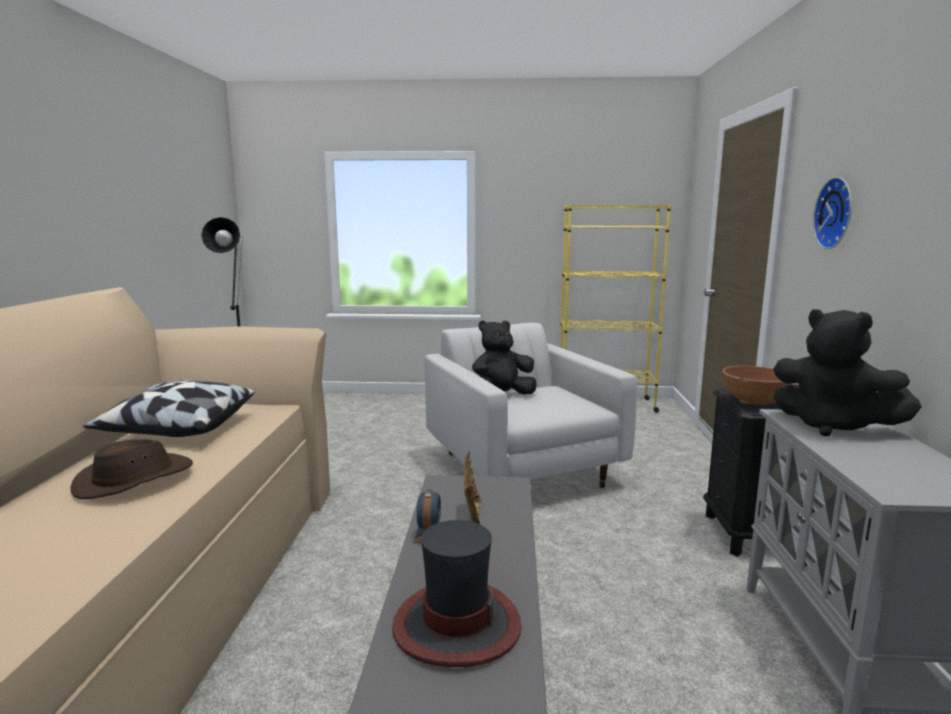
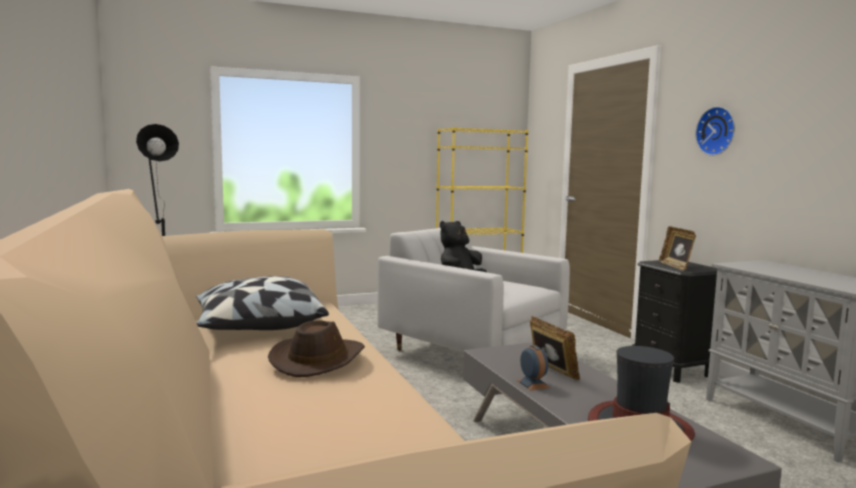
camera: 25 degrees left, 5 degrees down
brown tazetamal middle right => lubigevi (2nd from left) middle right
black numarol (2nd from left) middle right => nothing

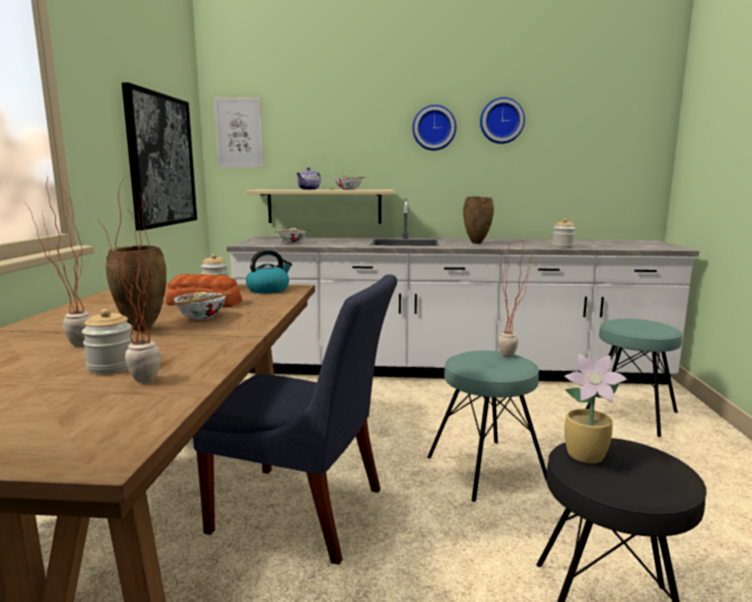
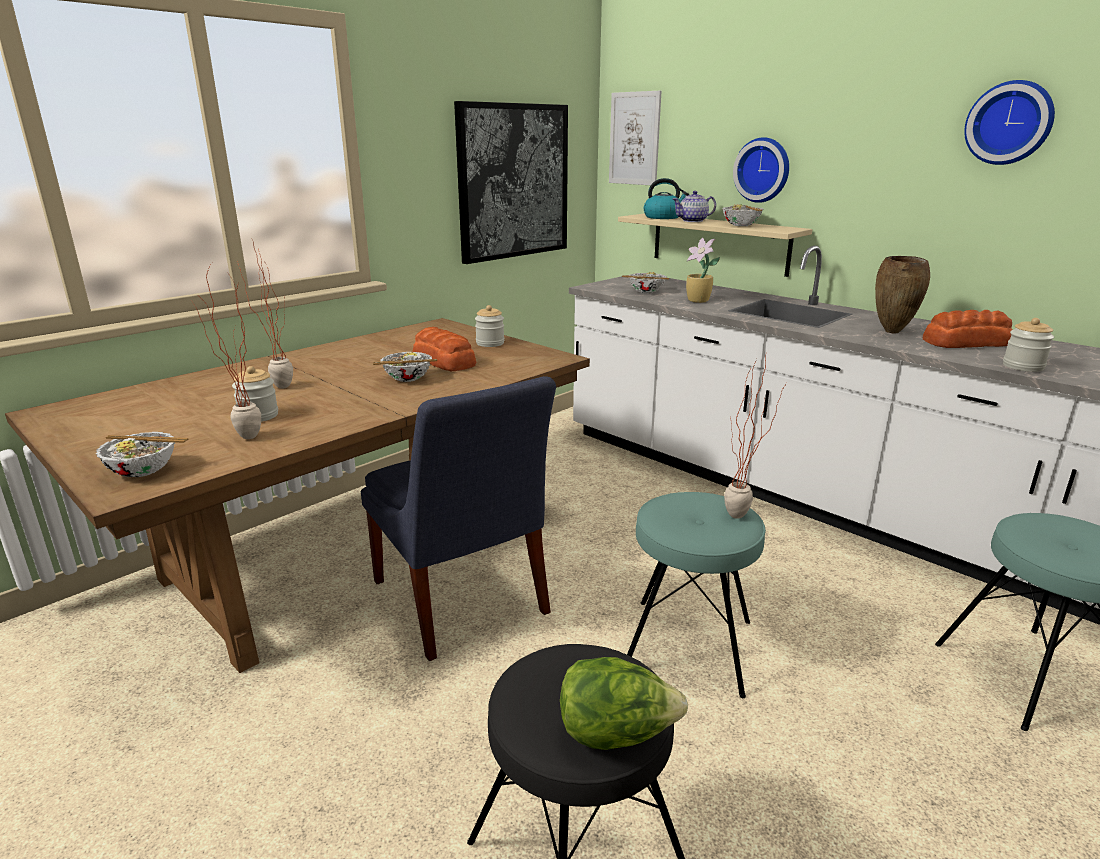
camera: 40 degrees right, 10 degrees up
nothing => tazetamal (1st from left) middle left
nothing => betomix bottom centre
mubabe centre => mubabe top centre, move
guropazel (4th from left in the first image) bottom right => guropazel (3rd from left) top centre, move
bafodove (1st from left) top centre => bafodove (1st from left) top right, move
nothing => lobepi (2nd from left) middle right
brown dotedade (1st from left) middle left => nothing

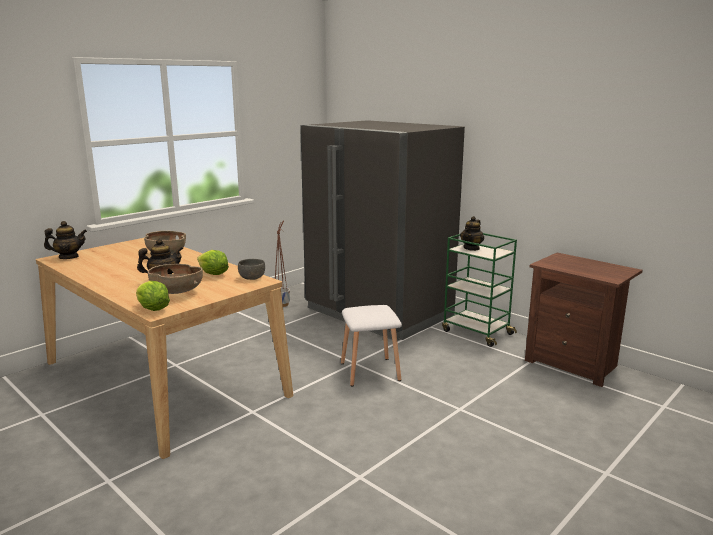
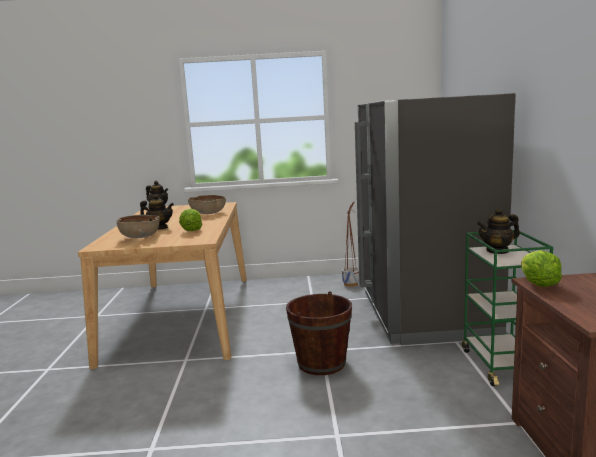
camera: 45 degrees right, 5 degrees down
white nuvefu centre => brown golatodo bottom centre
betomix (1st from left in the first image) middle left => betomix (2nd from left) middle right, move
grey tazetamal centre => nothing

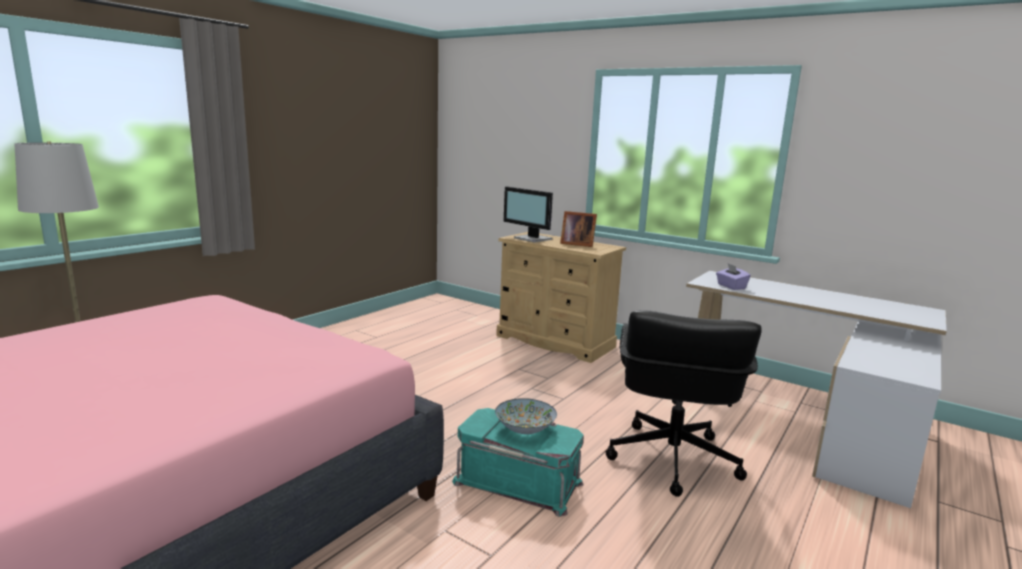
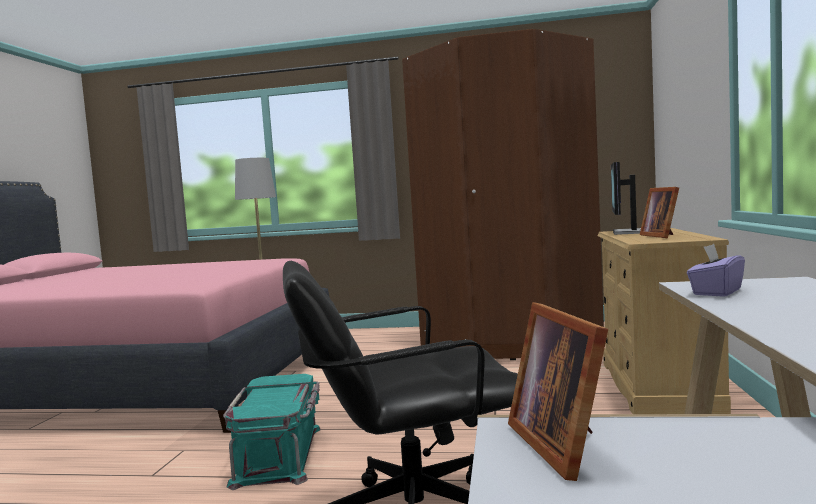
camera: 65 degrees right, 10 degrees down
nothing => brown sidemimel centre
nothing => lubigevi (1st from left) bottom right
tazetamal bottom centre => nothing

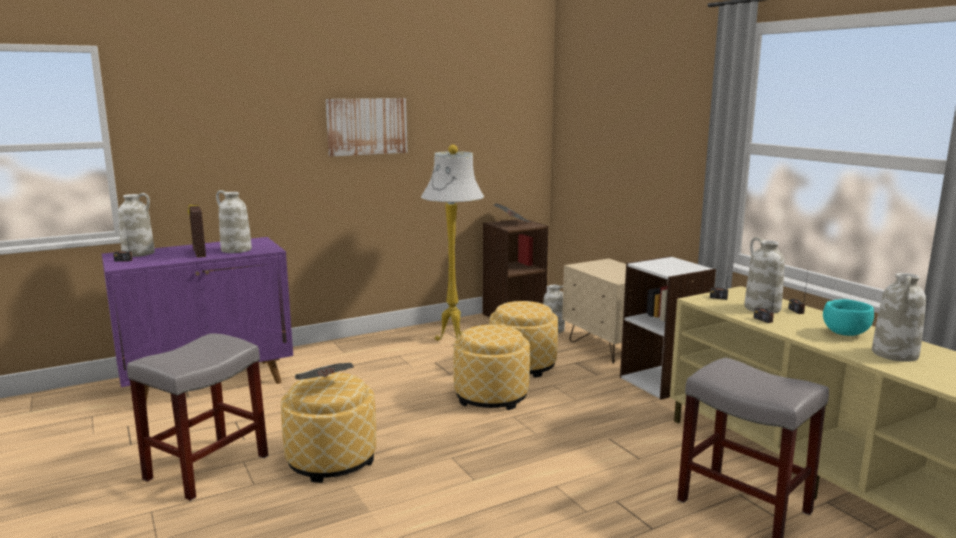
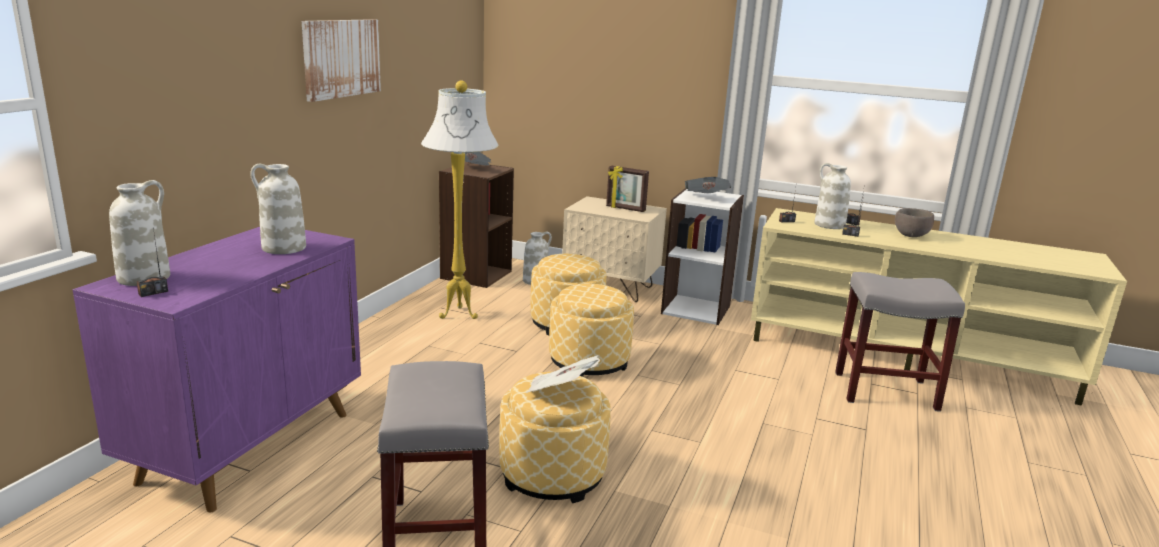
camera: 40 degrees left, 5 degrees up
lubigevi middle left => lubigevi centre, move
nothing => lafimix (3rd from left) centre
turquoise tazetamal middle right => brown tazetamal middle right
white dotedade (5th from left) middle right => nothing

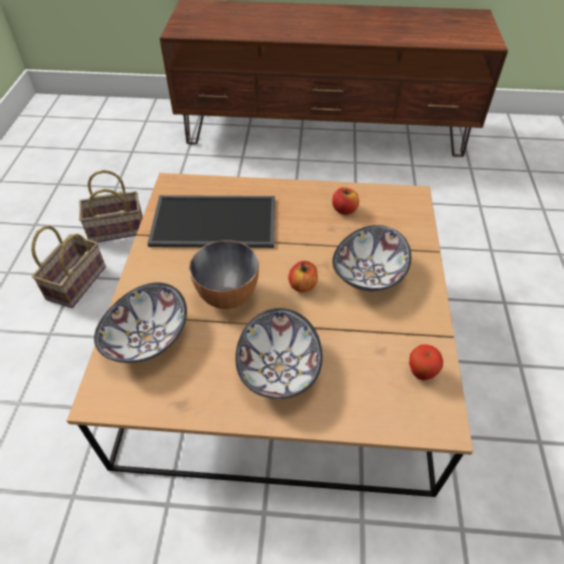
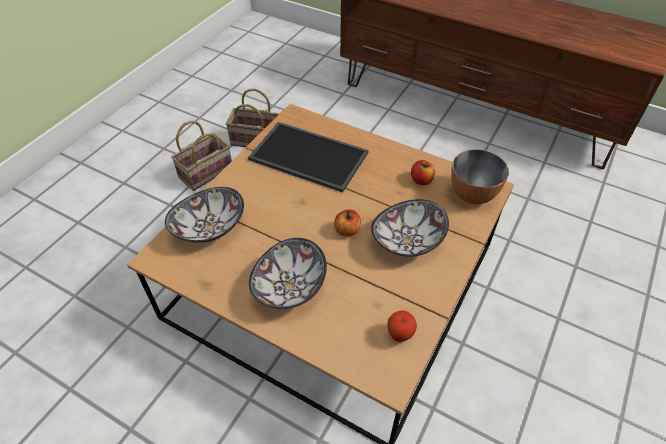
camera: 25 degrees right, 0 degrees up
tazetamal (2nd from left in the first image) centre => tazetamal (4th from left) middle right, move

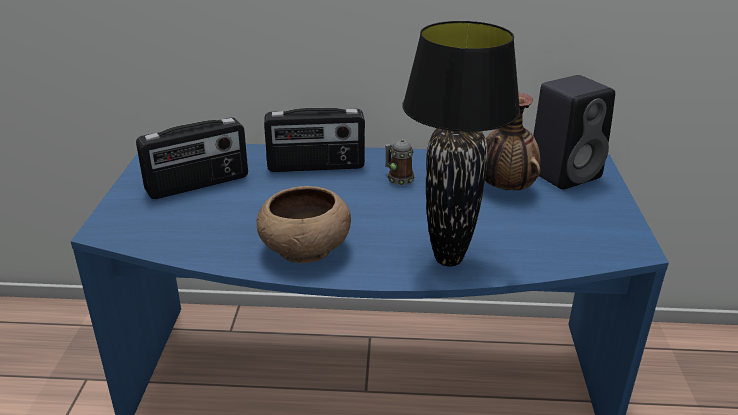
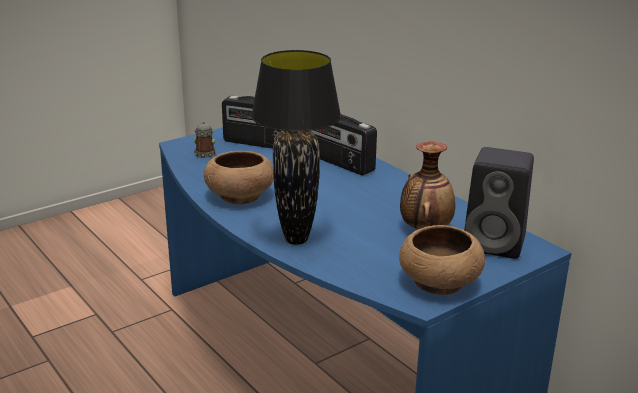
camera: 50 degrees right, 5 degrees down
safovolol centre => safovolol middle left, move
nothing => brown tazetamal (2nd from left) middle right

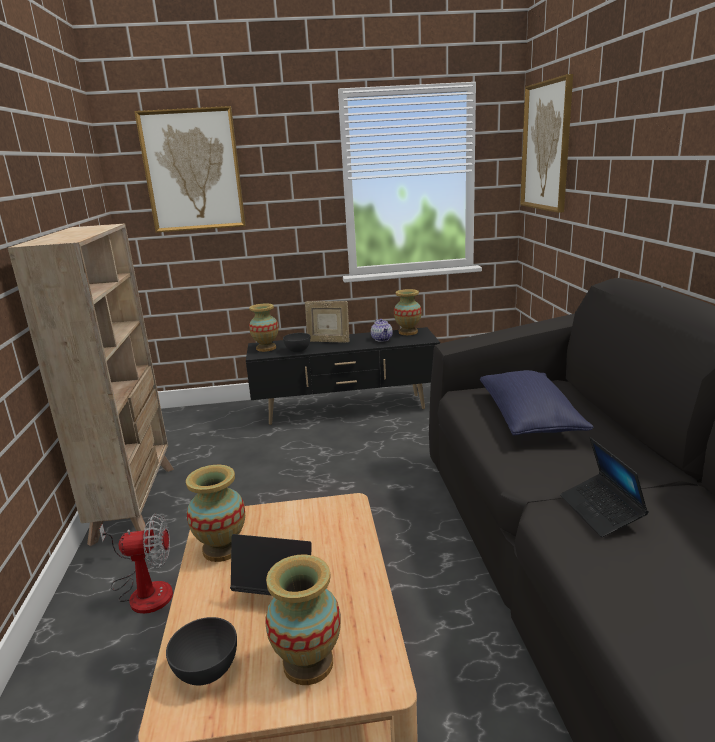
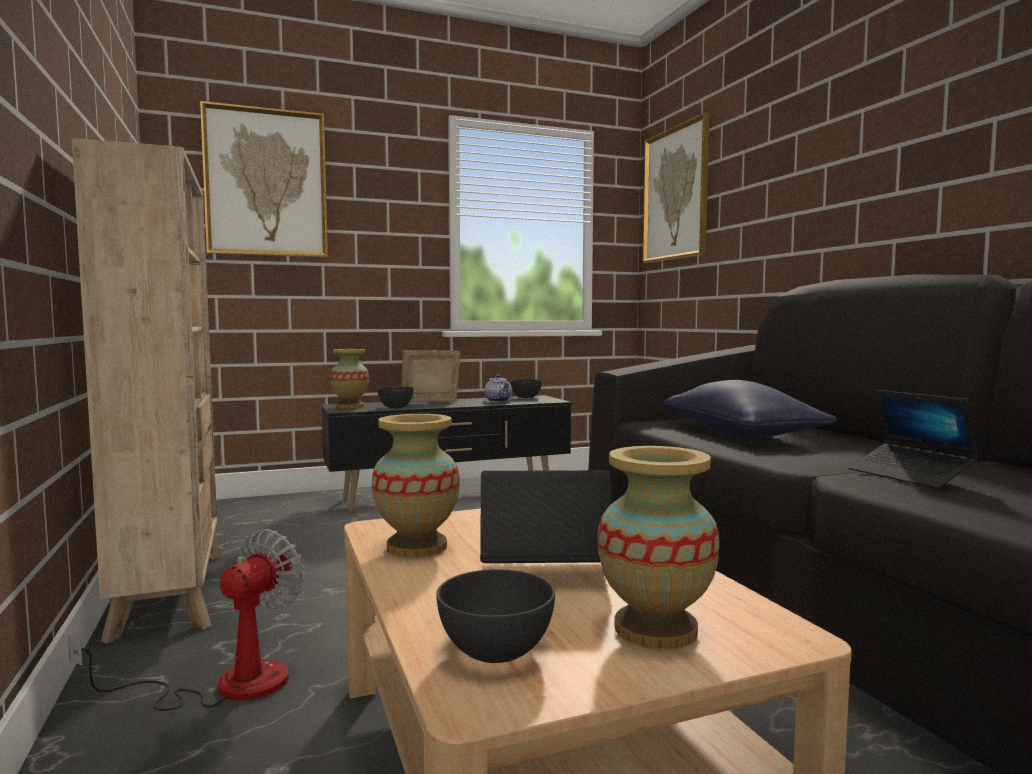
camera: 15 degrees left, 15 degrees down
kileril bottom left, 45 degrees counterclockwise
lubigevi centre, 150 degrees clockwise
dotedade (4th from left) centre => grey tazetamal (3rd from left) centre

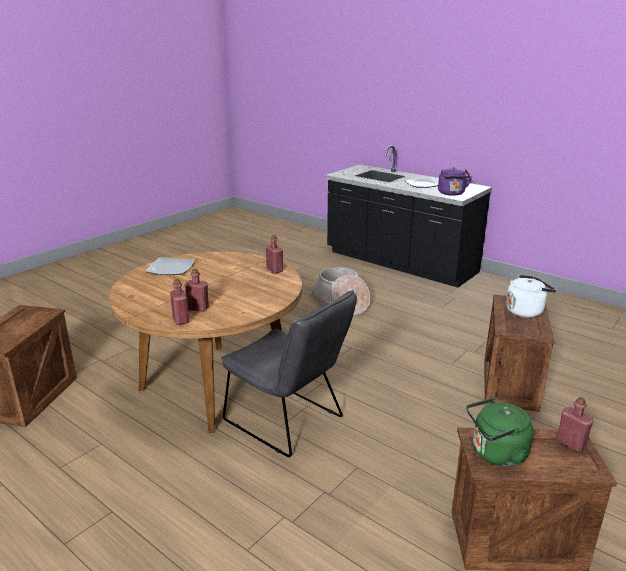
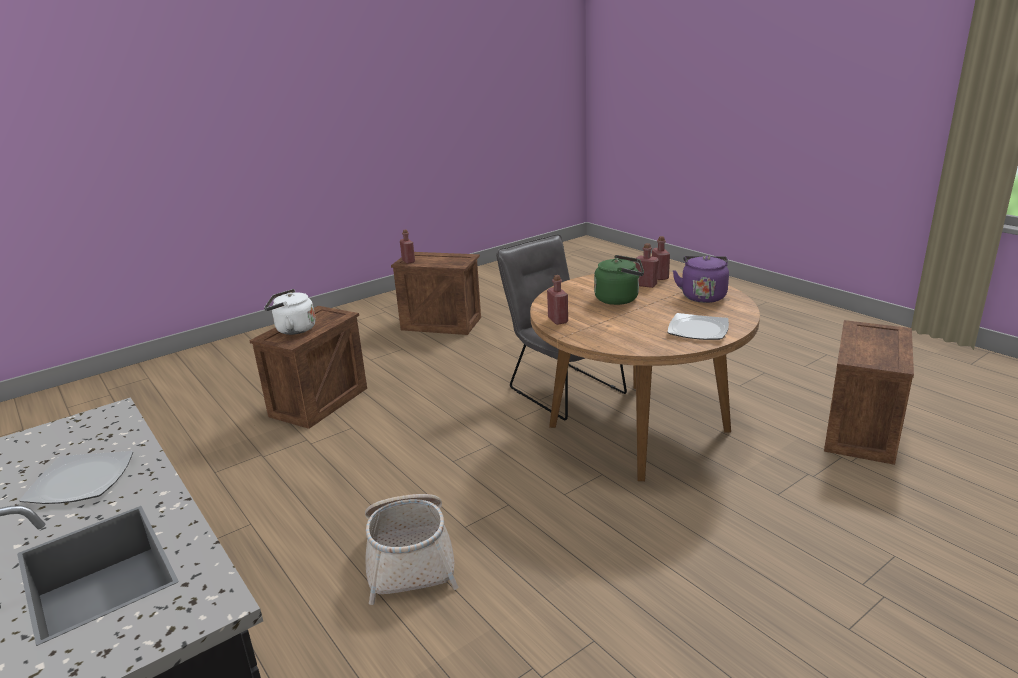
camera: 165 degrees left, 0 degrees up
green mubabe bottom right => green mubabe centre, move
purple mubabe top right => purple mubabe middle right, move

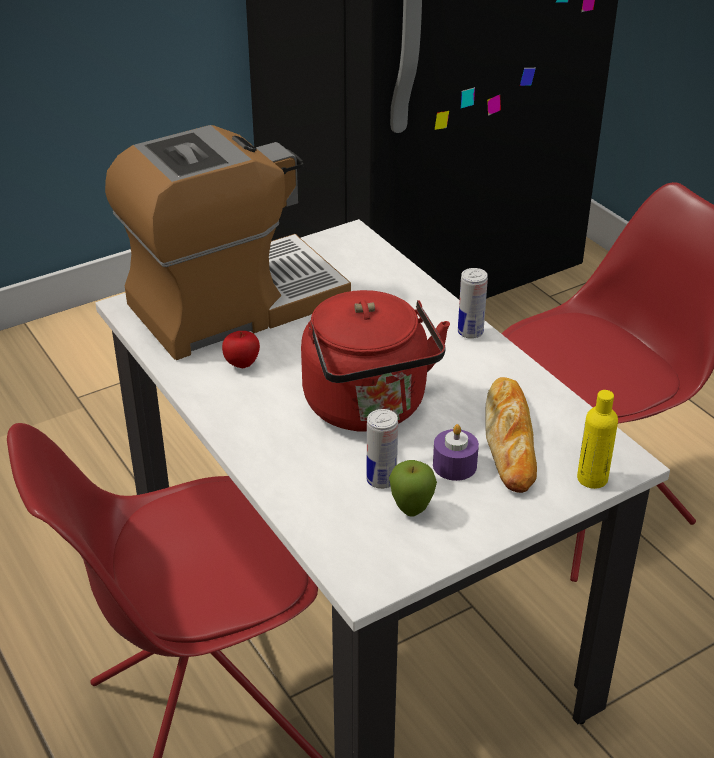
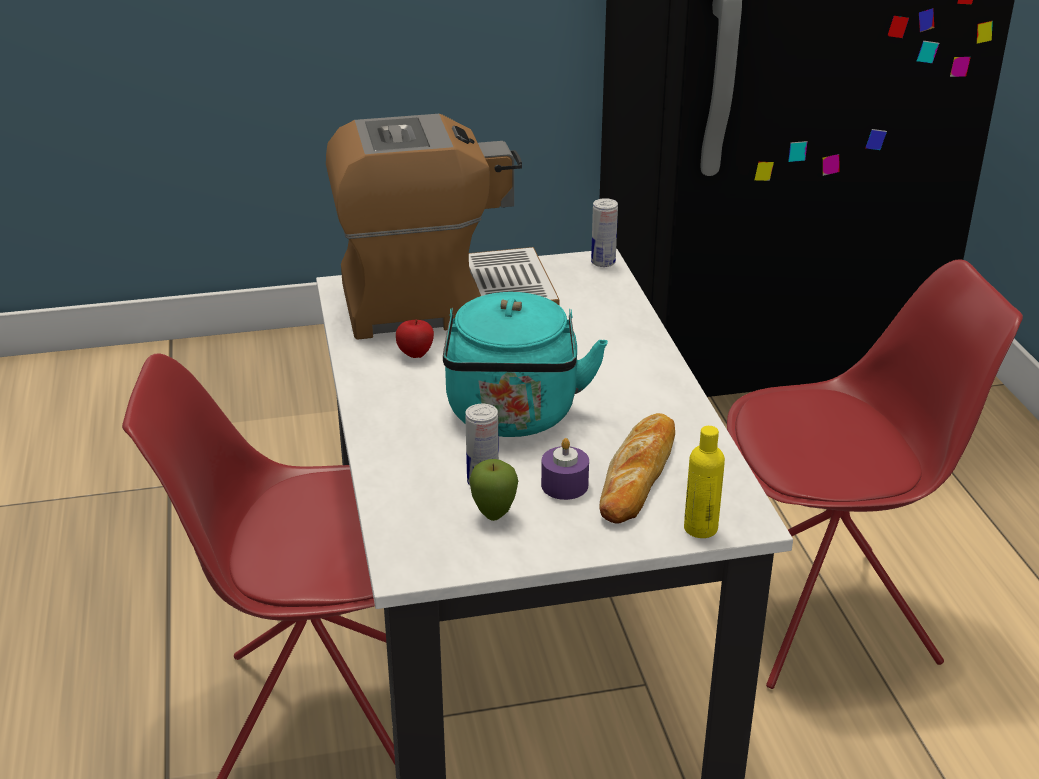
camera: 20 degrees right, 5 degrees down
red mubabe centre => turquoise mubabe centre
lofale (2nd from left) centre => lofale (2nd from left) top centre, move

